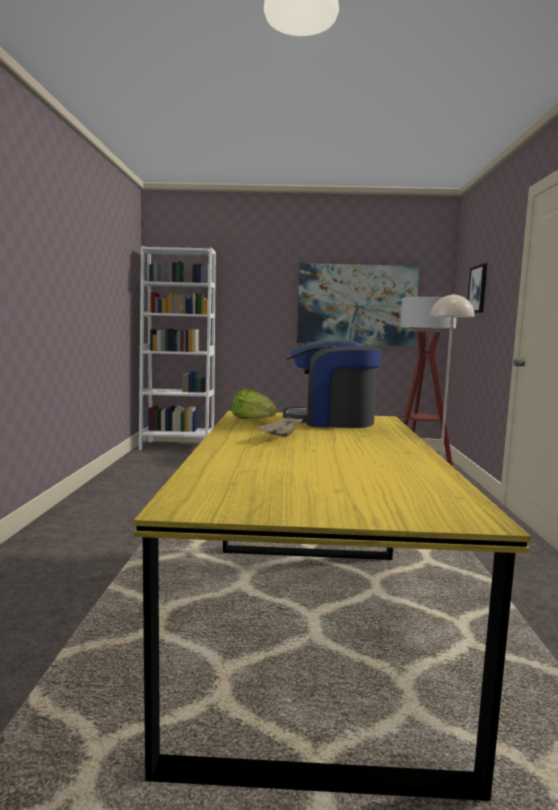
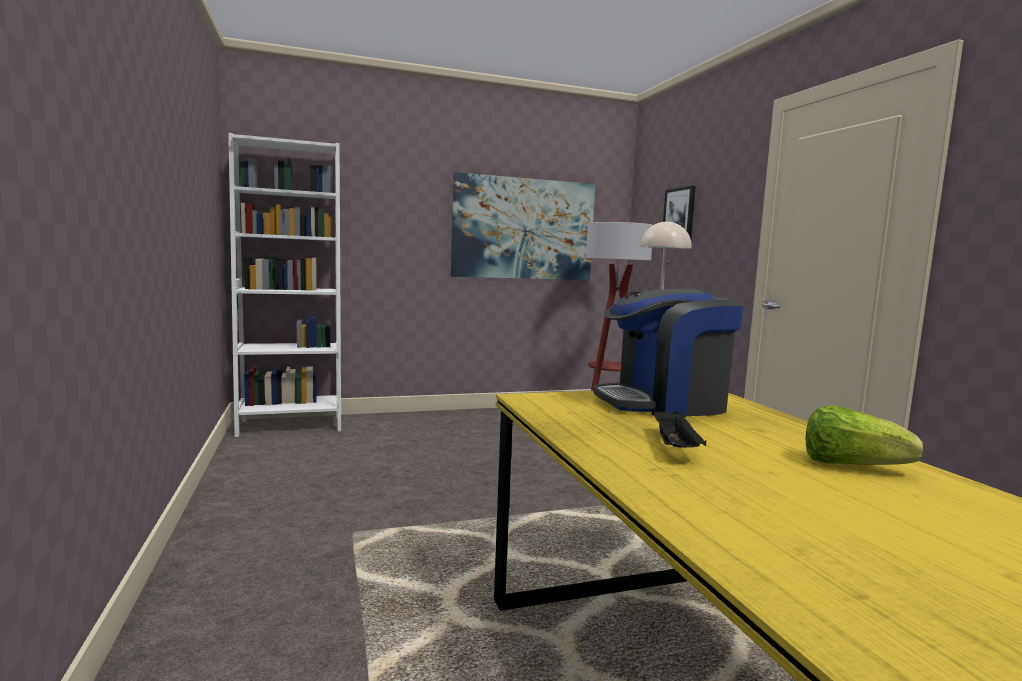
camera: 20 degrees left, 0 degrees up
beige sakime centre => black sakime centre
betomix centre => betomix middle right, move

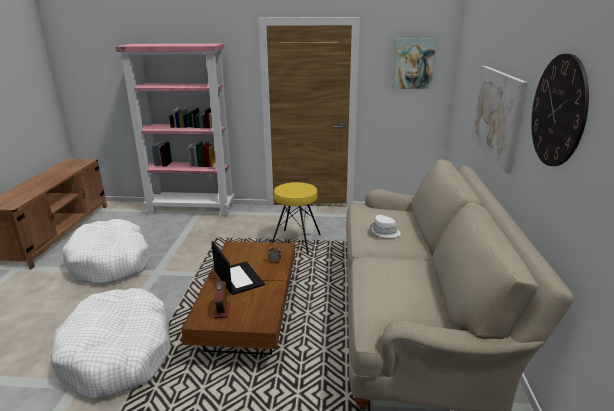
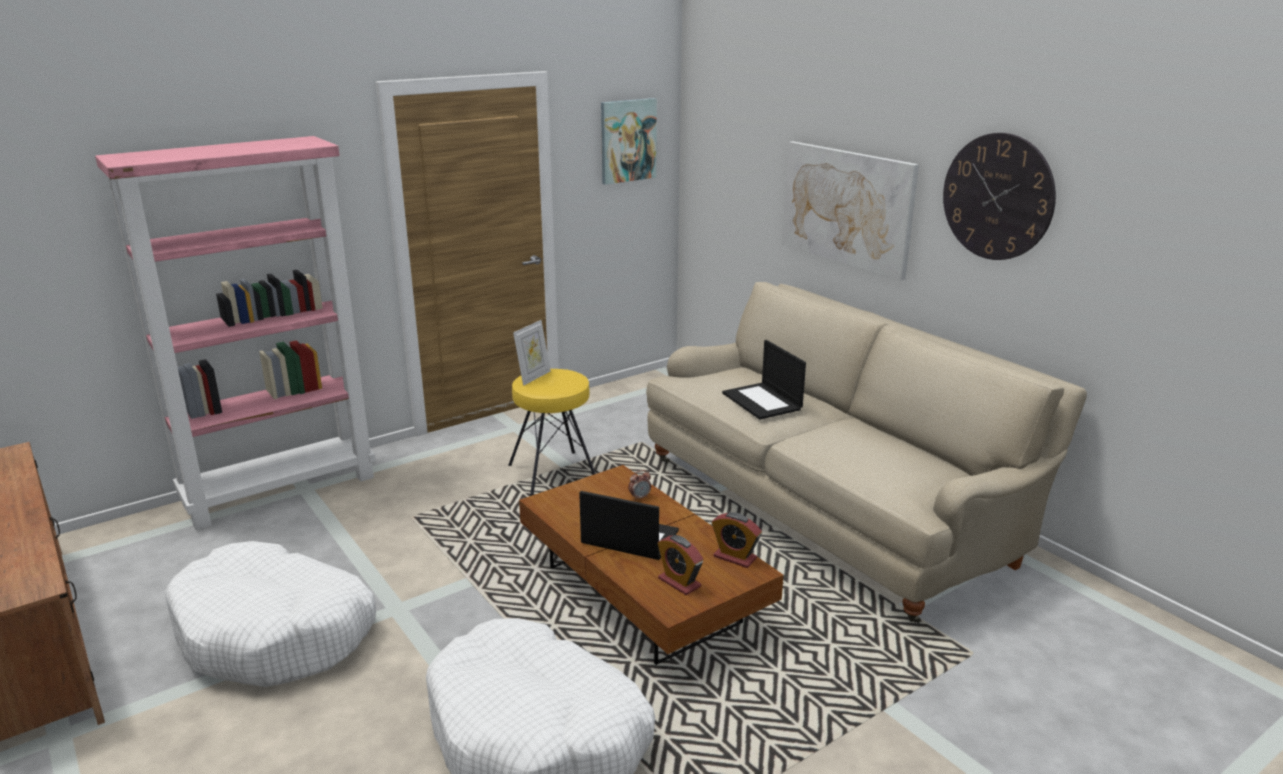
camera: 40 degrees left, 0 degrees up
nothing => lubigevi centre
nothing => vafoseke (3rd from left) bottom centre
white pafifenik centre => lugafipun (2nd from left) centre

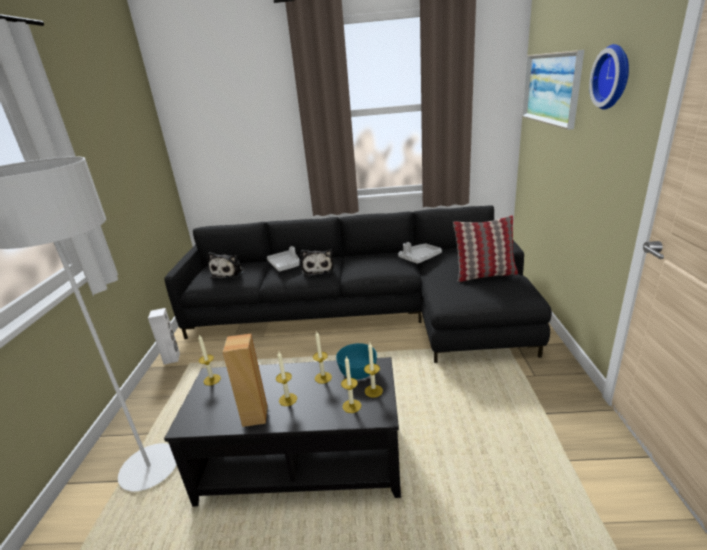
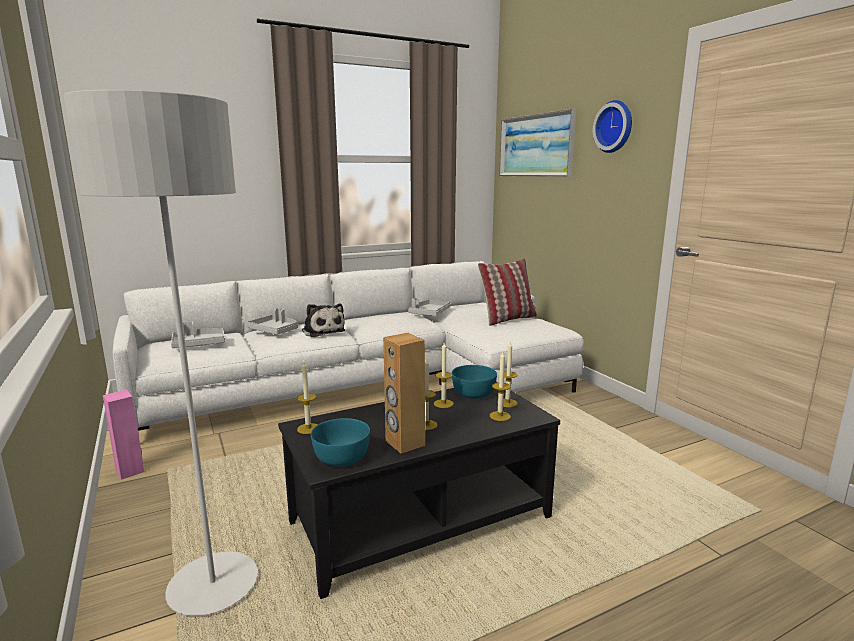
camera: 30 degrees left, 10 degrees down
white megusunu middle left => pink megusunu bottom left
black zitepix centre => white zitepix centre
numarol (1st from left) middle left => grey sakime (1st from left) middle left
nothing => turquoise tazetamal (1st from left) bottom centre

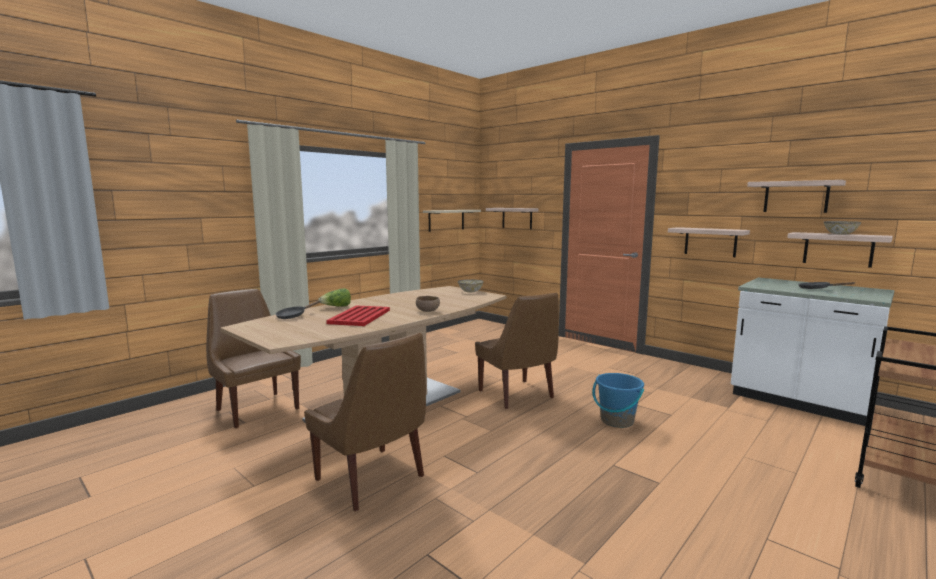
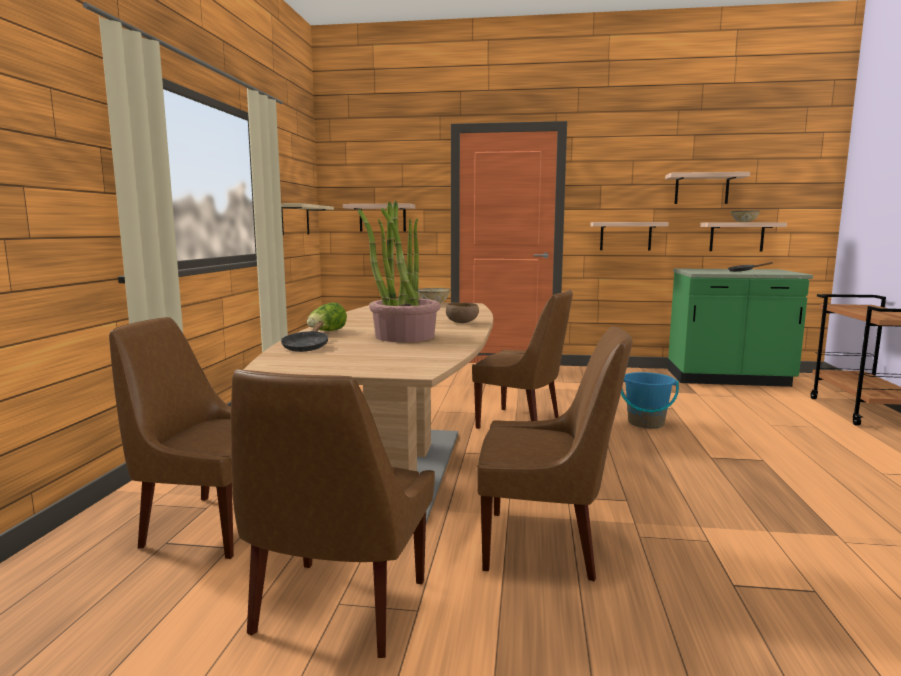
camera: 35 degrees left, 0 degrees up
nothing => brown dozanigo (2nd from left) bottom centre
red sakime centre => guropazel centre
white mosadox middle right => green mosadox middle right

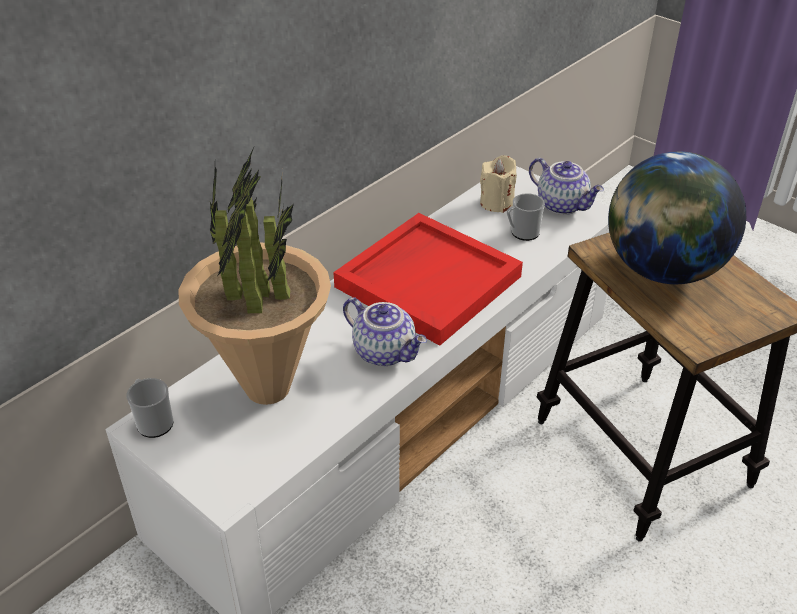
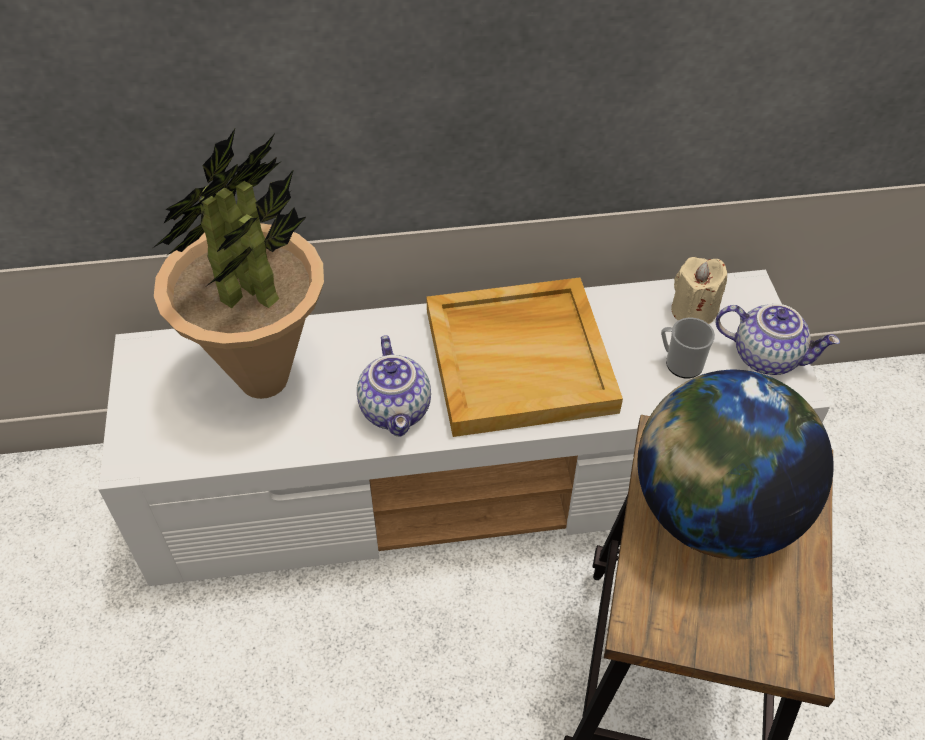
camera: 40 degrees right, 10 degrees up
red sakime centre => beige sakime centre
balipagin (2nd from left) top right => balipagin (2nd from left) middle right, 60 degrees counterclockwise
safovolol (1st from left) middle left => nothing

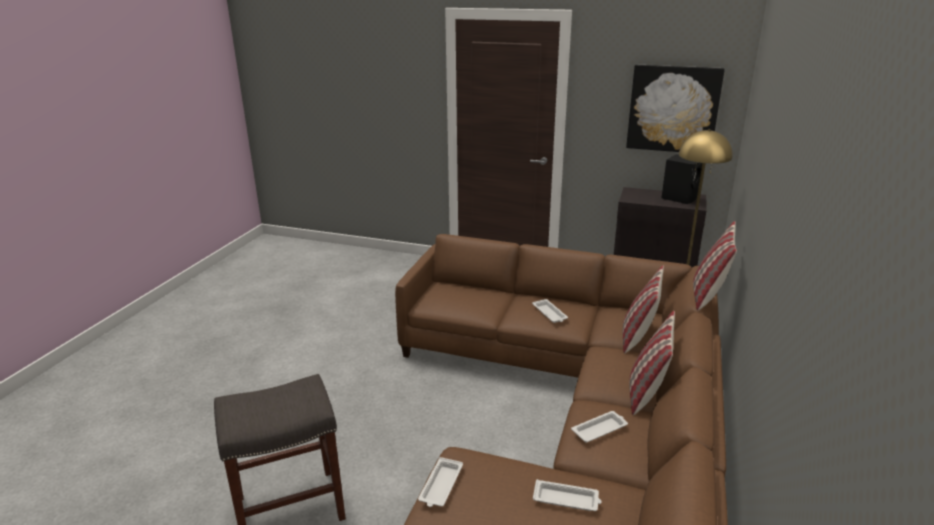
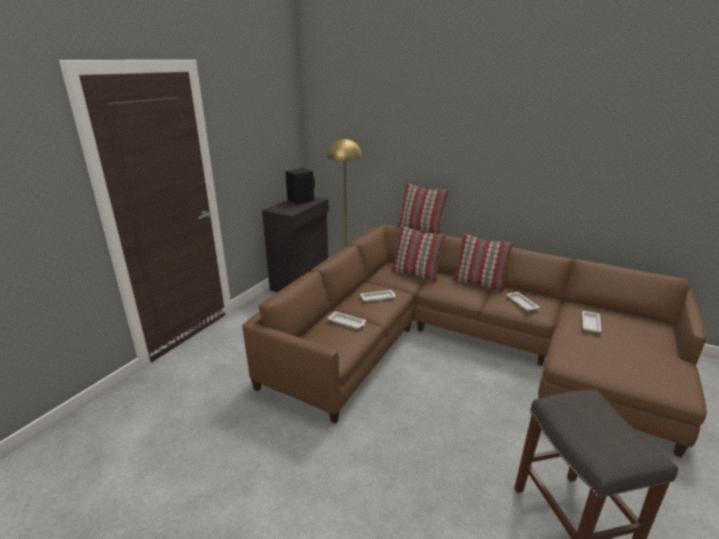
camera: 80 degrees left, 0 degrees up
white sakime (1st from left) bottom centre => white sakime (1st from left) centre, move
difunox top right => nothing

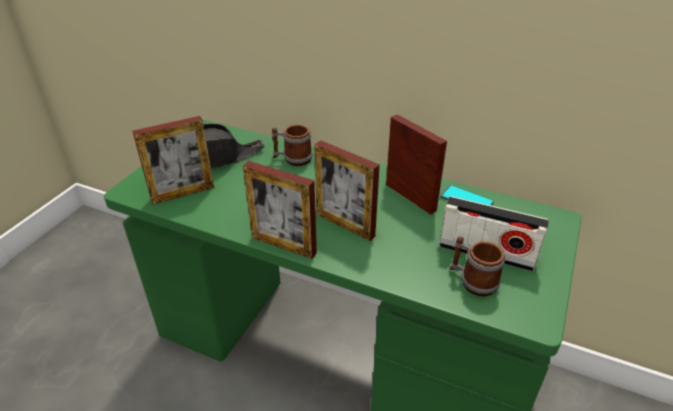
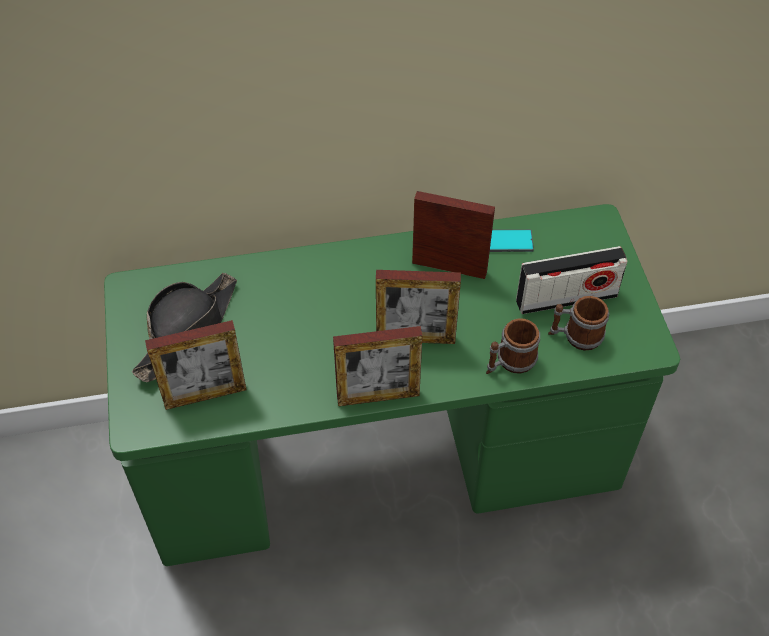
camera: 35 degrees left, 15 degrees up
lubigevi (1st from left) middle left, 45 degrees clockwise
safovolol (1st from left) centre => safovolol (1st from left) middle right, move

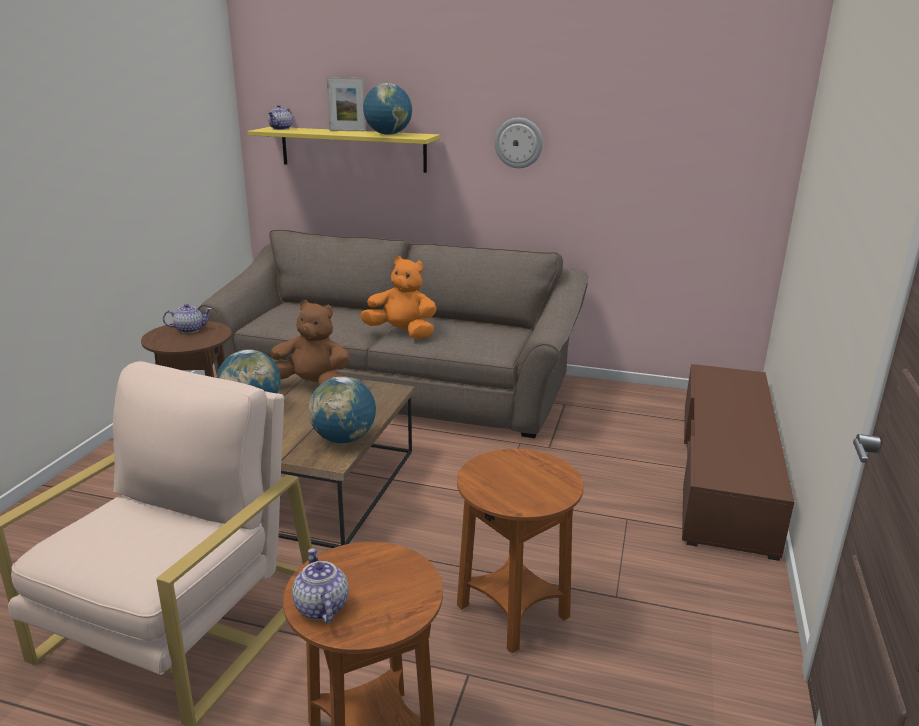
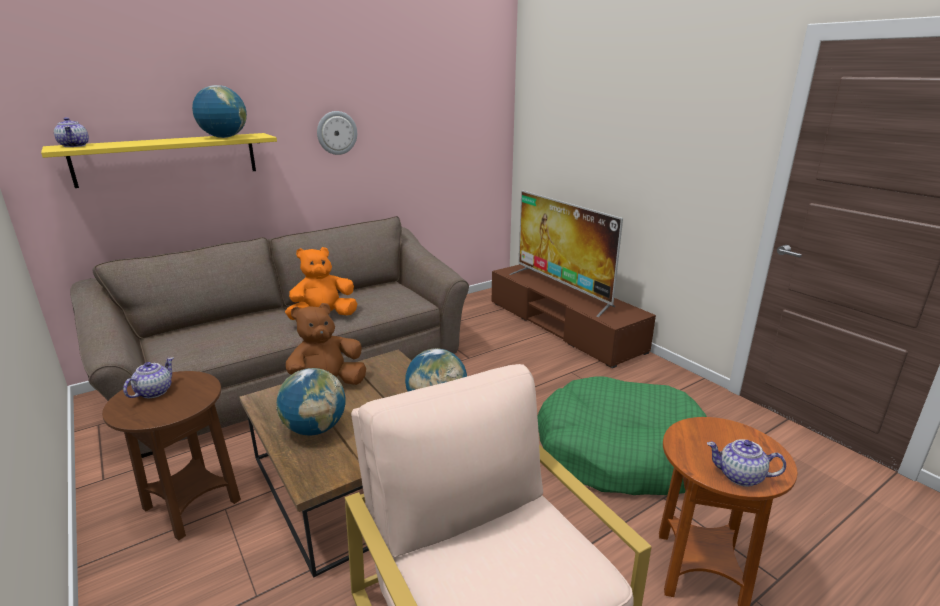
camera: 50 degrees left, 0 degrees up
nothing => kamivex centre
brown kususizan (3rd from left) bottom centre => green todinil bottom centre
lubigevi top centre => nothing

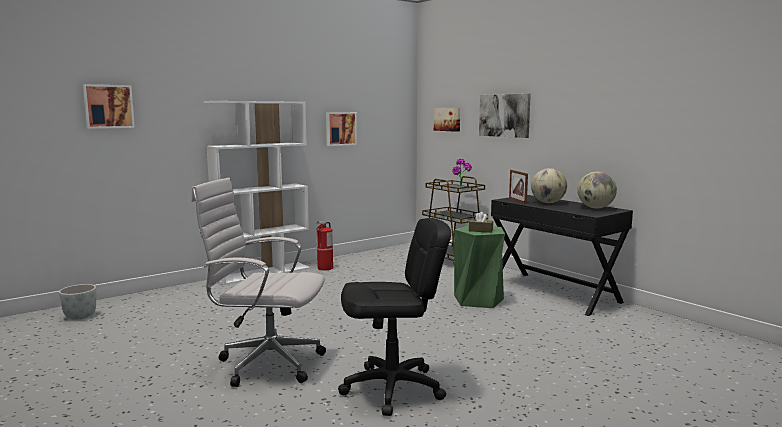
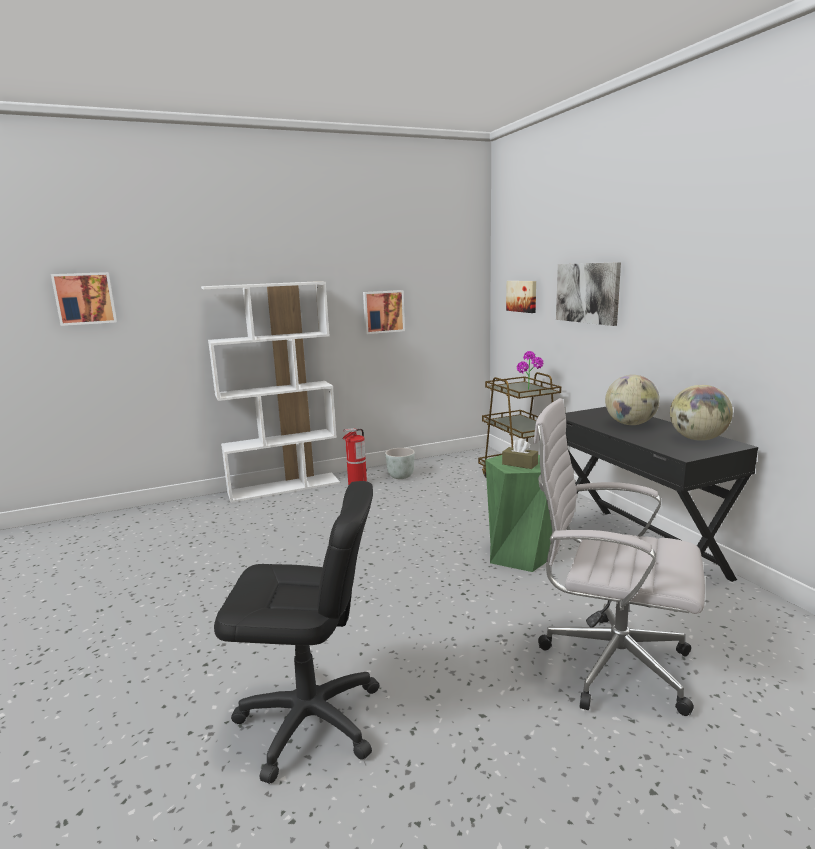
camera: 15 degrees right, 5 degrees up
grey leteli bottom left => grey leteli centre, move
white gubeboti middle left => white gubeboti middle right, move
lubigevi centre => nothing

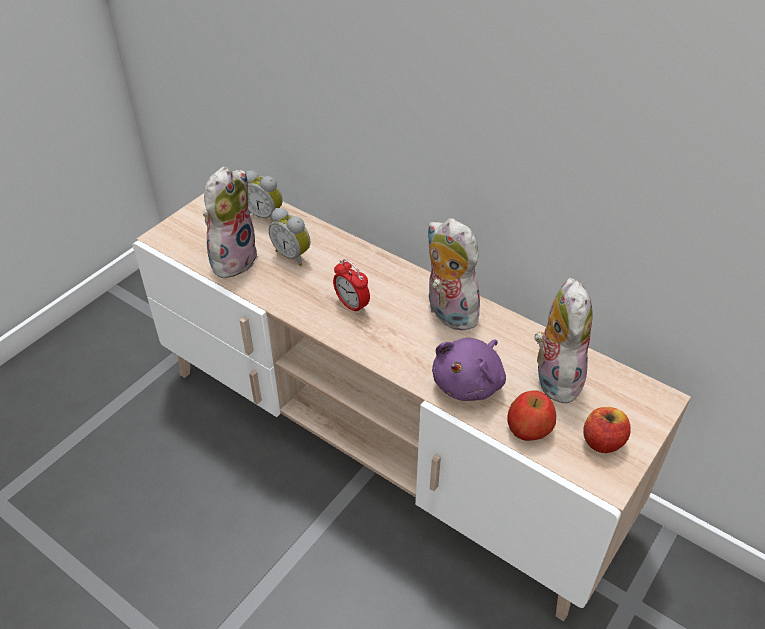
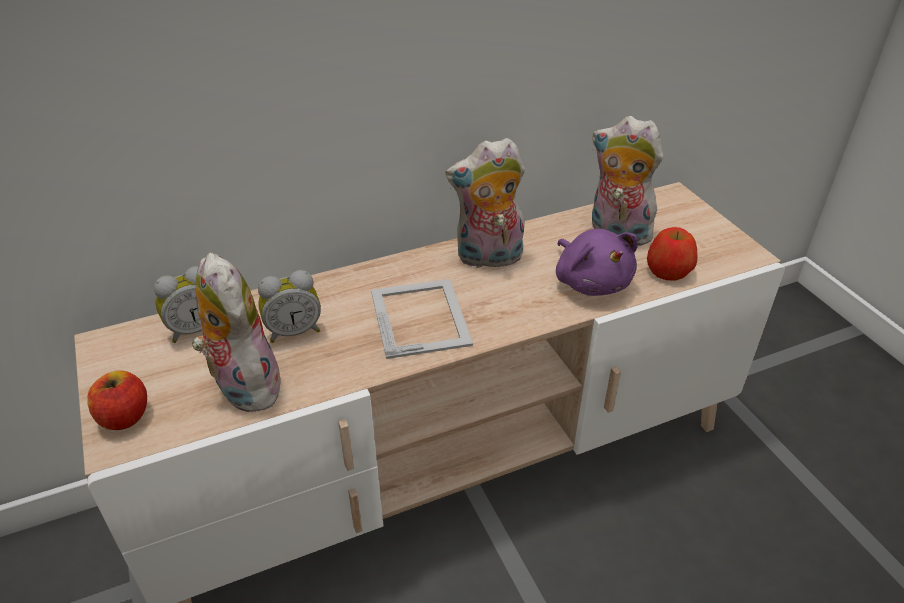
camera: 60 degrees left, 5 degrees down
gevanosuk (2nd from left in the first image) bottom right => gevanosuk (1st from left) middle left, move
vafoseke (3rd from left) centre => lubigevi centre

